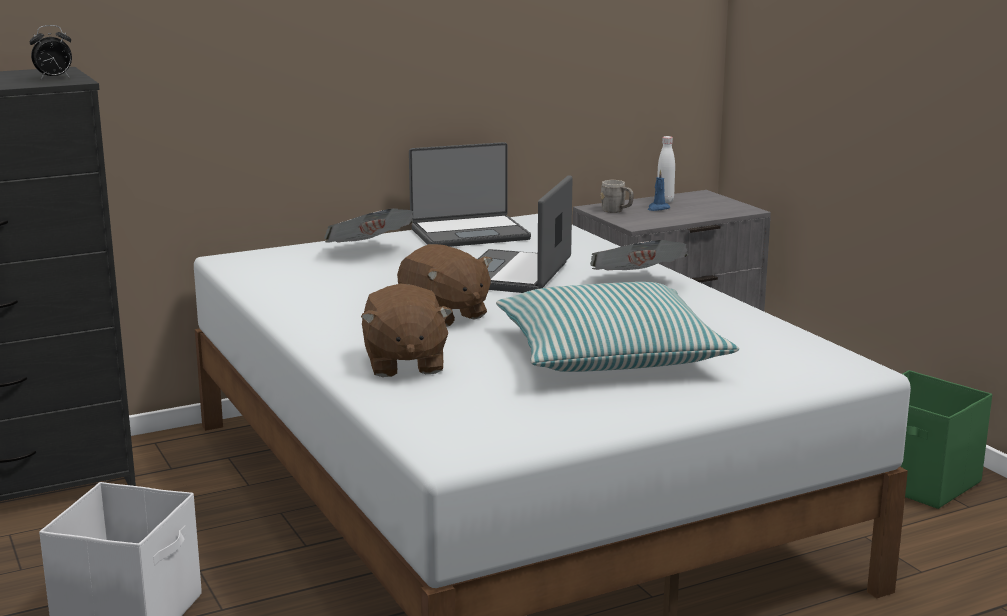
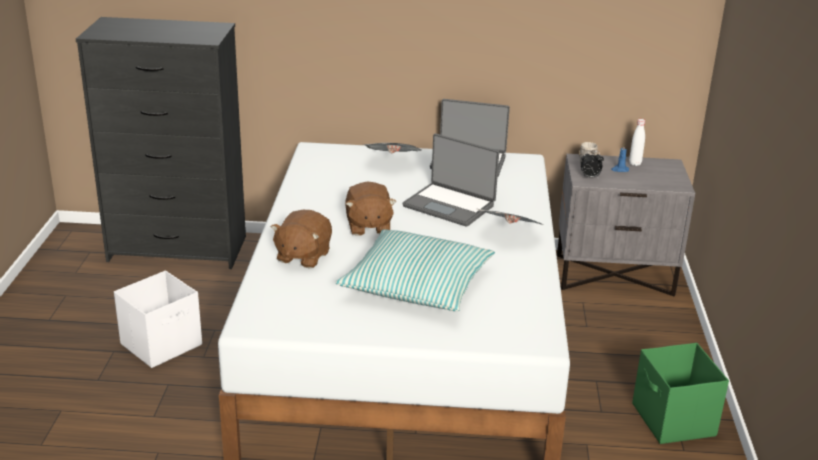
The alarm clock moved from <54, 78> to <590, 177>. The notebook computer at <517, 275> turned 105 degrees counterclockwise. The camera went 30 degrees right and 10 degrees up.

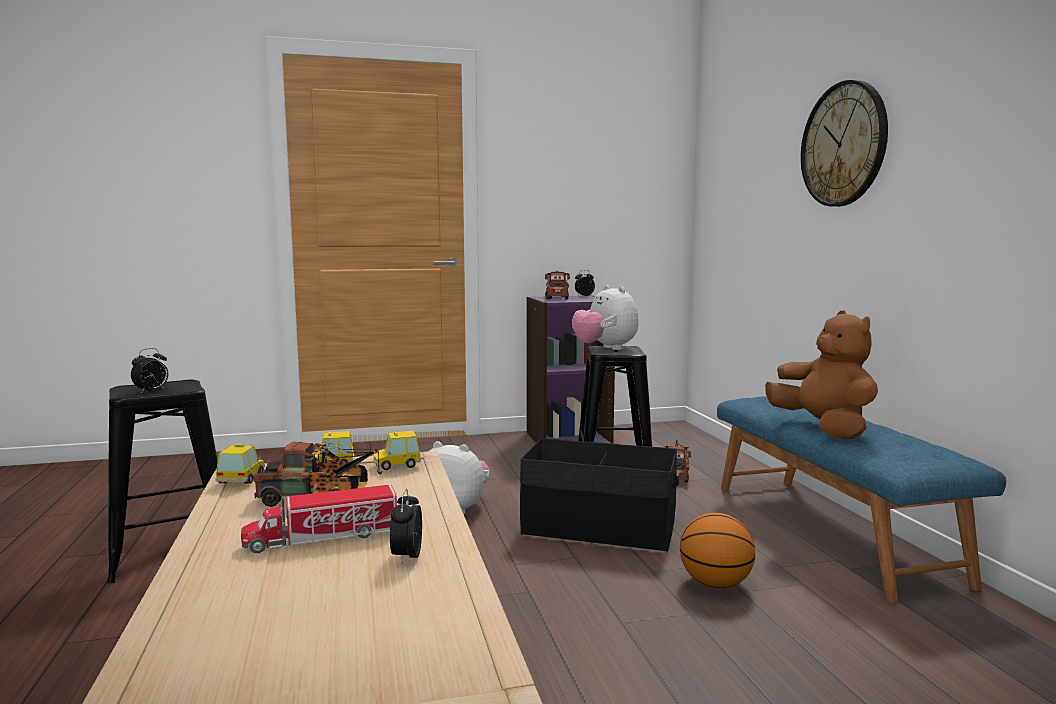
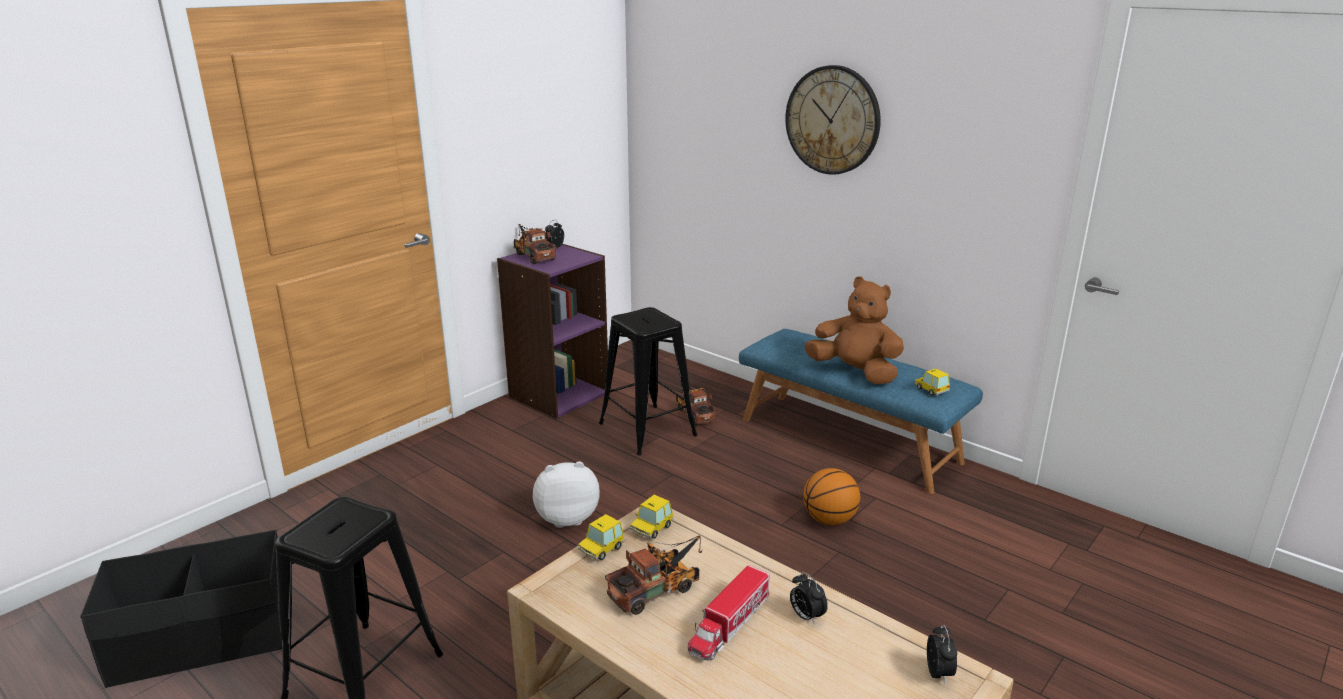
The plush toy at <605, 349> disappeared. The alarm clock moved from <151, 391> to <939, 673>. The blackish storage bin moved from <599, 528> to <204, 640>. The miniature car moved from <241, 478> to <931, 389>. The camera went 35 degrees left and 15 degrees up.

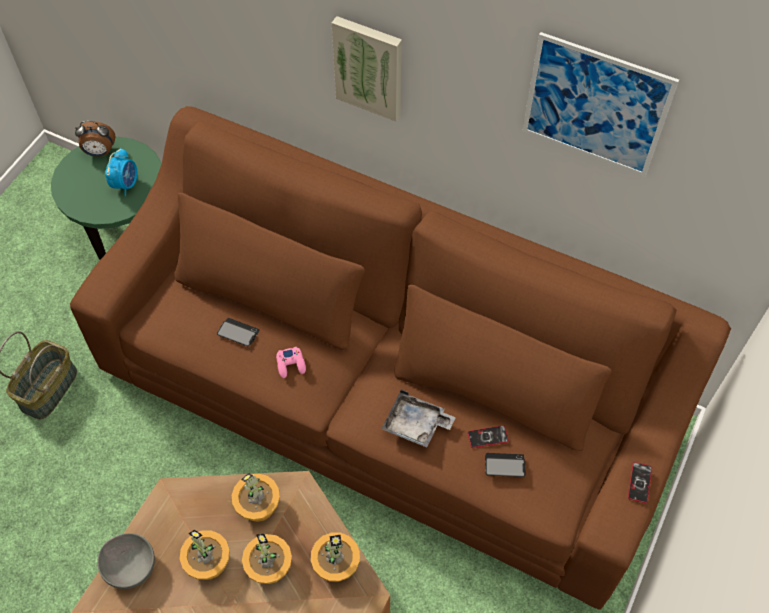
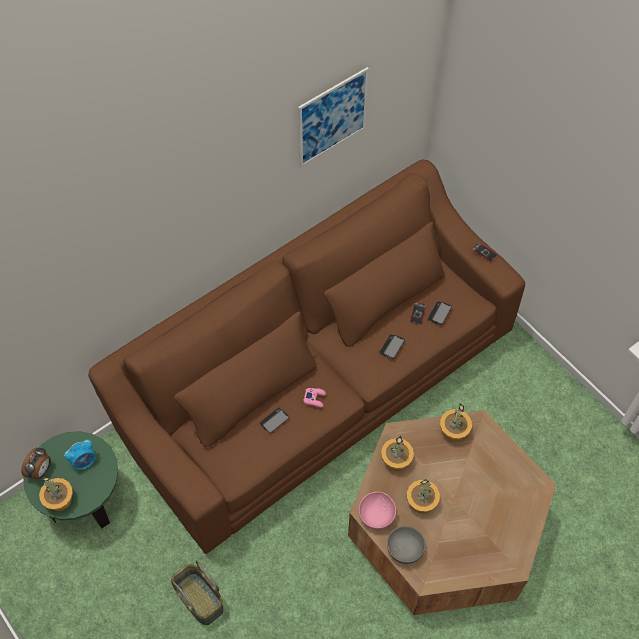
The wall art at <369, 67> disappeared. The alarm clock at <126, 184> turned 105 degrees clockwise. The grey carrying tray at <416, 424> was replaced by the telephone at <392, 347>. The houseplant moved from <268, 567> to <59, 500>. The pink-coloured bowl at <377, 515> appeared. The camera went 65 degrees left and 0 degrees up.

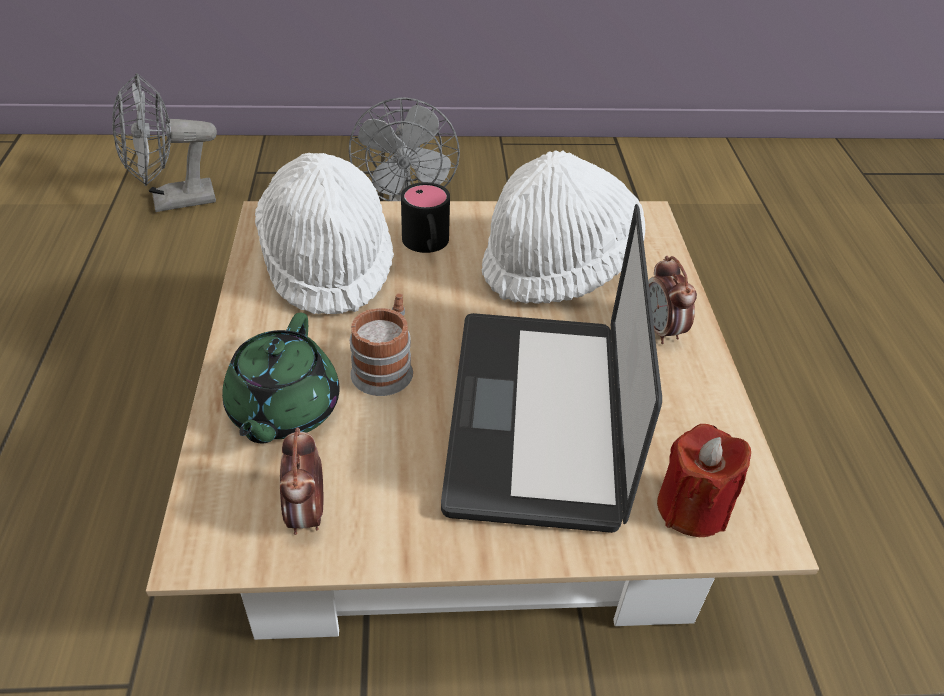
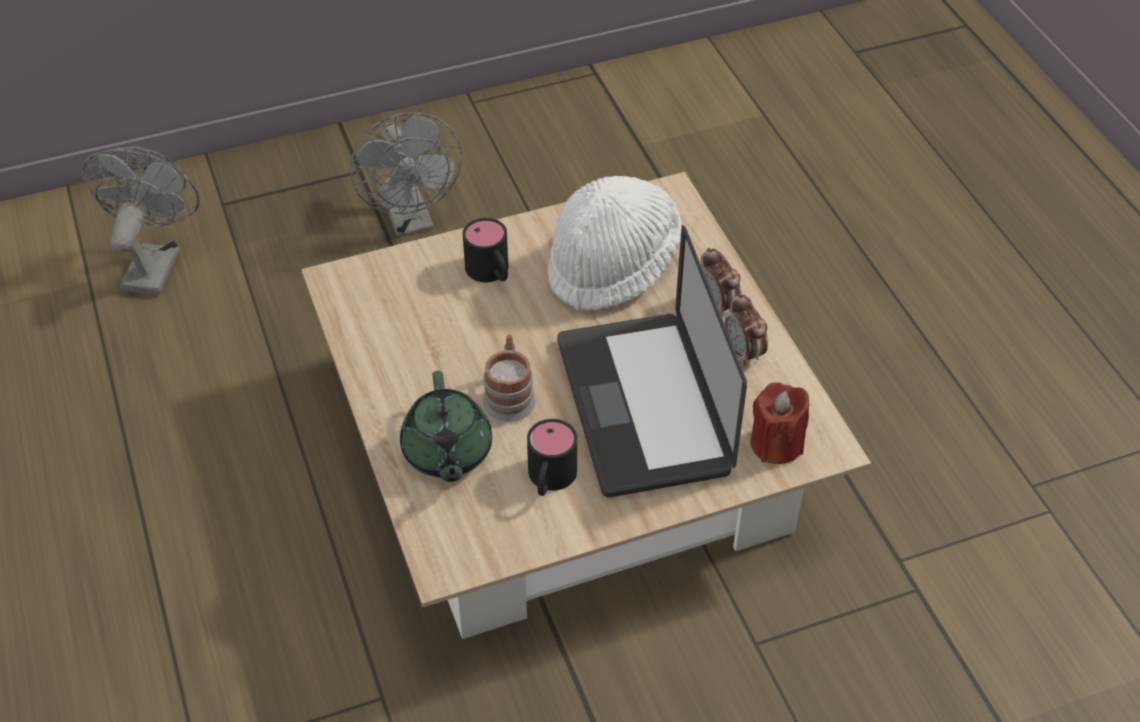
The grey electric fan at <173, 201> turned 135 degrees clockwise. The white-coloured wearable hat at <327, 264> disappeared. The alarm clock moved from <307, 514> to <743, 353>. The blackish tea mug at <549, 480> appeared. The camera went 15 degrees left and 5 degrees up.

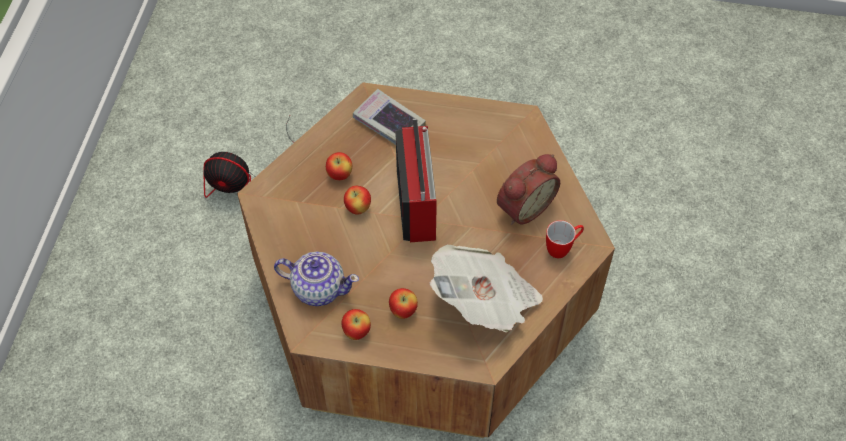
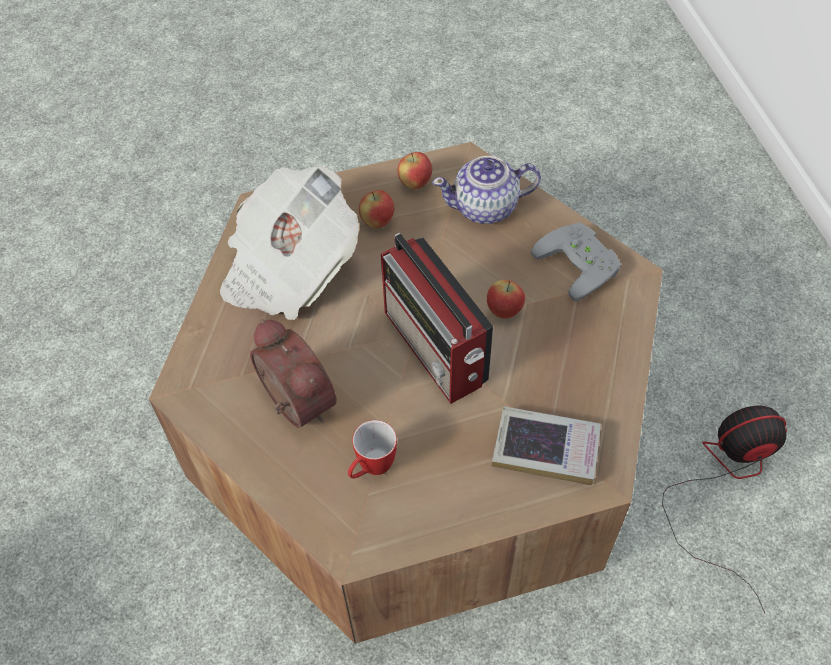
The apple fruit at <340, 175> disappeared. The alarm clock at <523, 206> turned 120 degrees clockwise. The tea mug moved from <562, 248> to <371, 469>. The grey joypad at <581, 262> appeared. The camera went 155 degrees right and 0 degrees up.

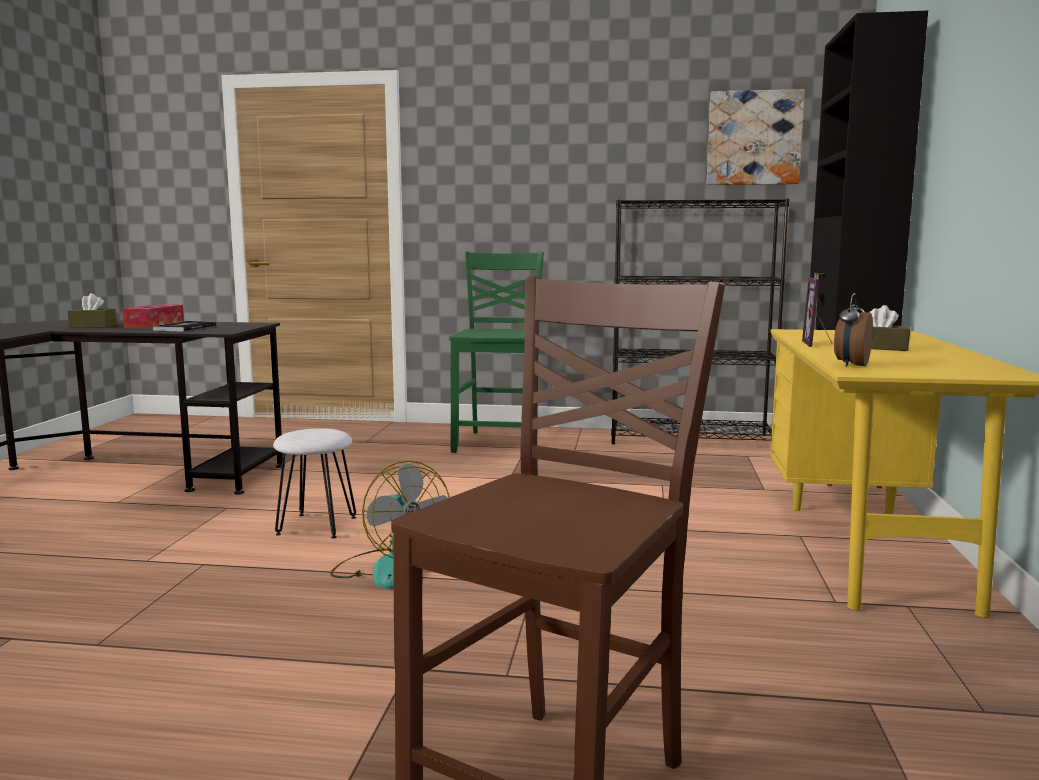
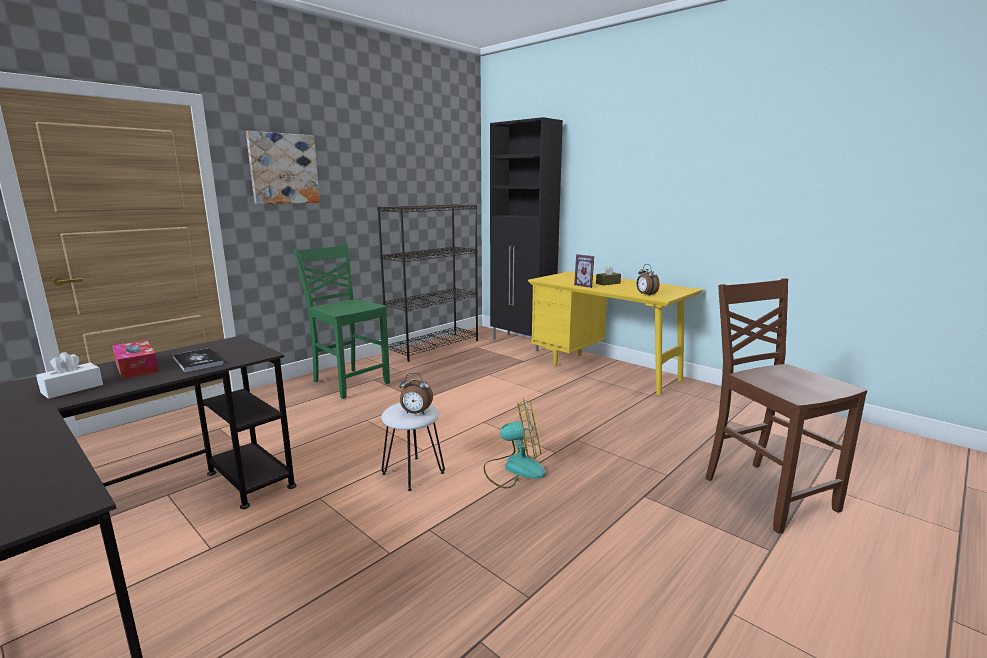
The wall art moved from <754, 138> to <283, 168>. The brownish tissue holder at <93, 326> became the white-coloured tissue holder at <72, 389>. The alarm clock at <415, 413> appeared. The camera went 55 degrees left and 5 degrees up.

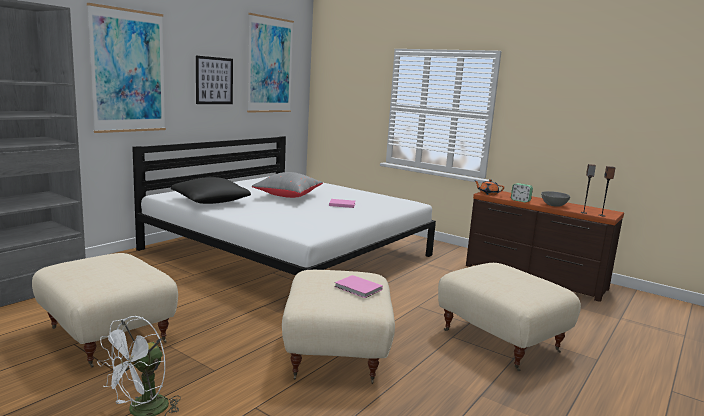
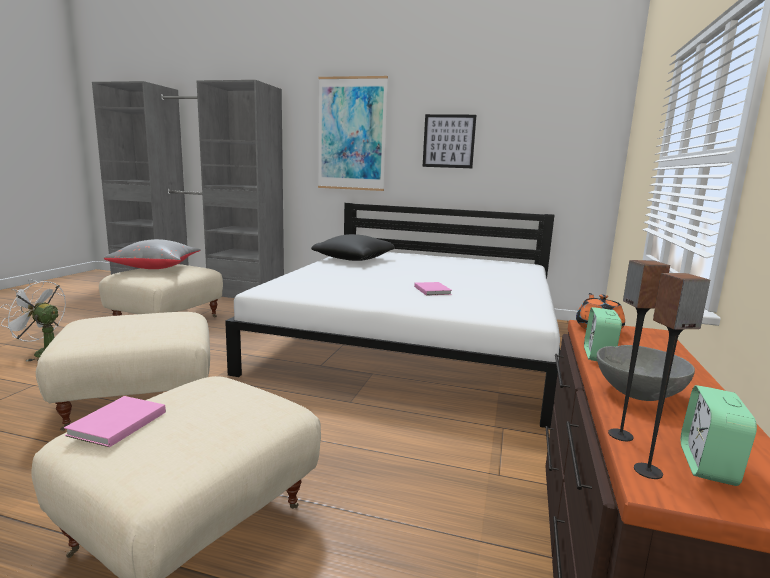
The wall art at <270, 65> disappeared. The grey cushion moved from <287, 196> to <157, 267>. The pink-coloured volume moved from <358, 289> to <115, 424>. The alarm clock at <708, 465> appeared. The camera went 70 degrees right and 0 degrees up.

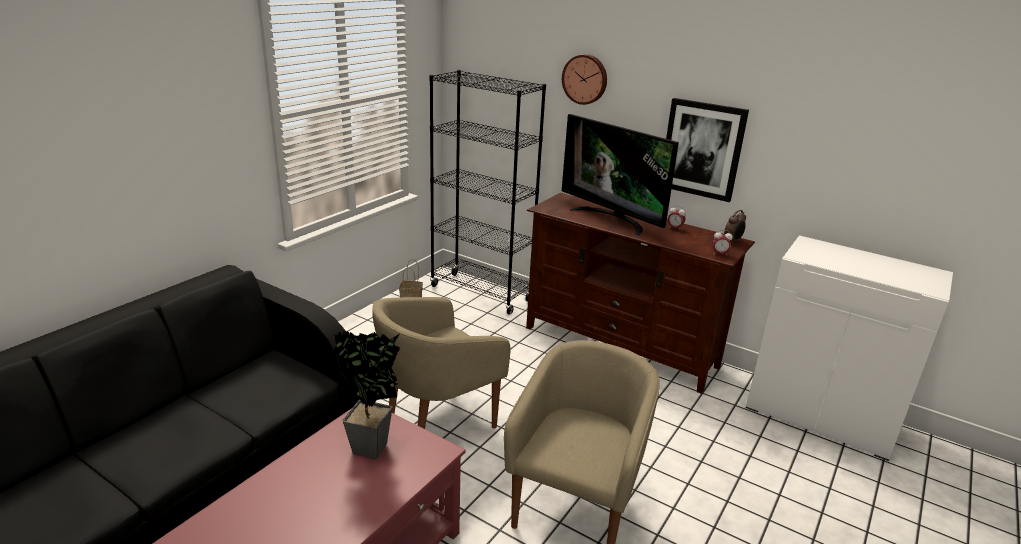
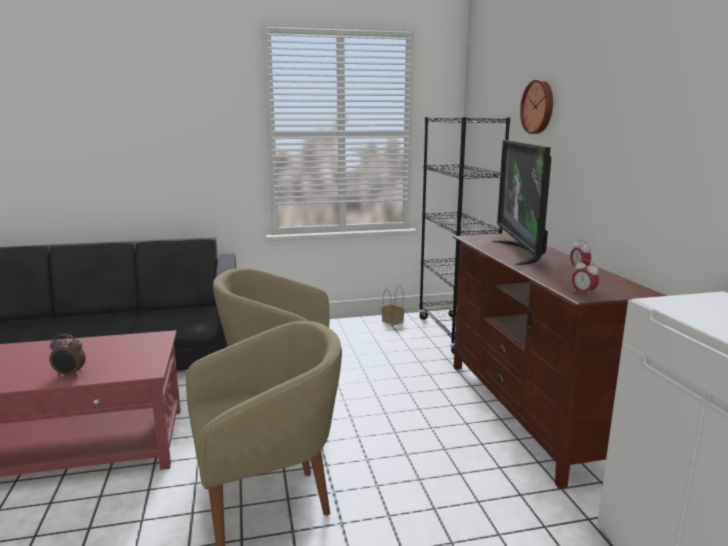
The wall art at <702, 149> disappeared. The alarm clock moved from <733, 241> to <70, 374>. The houseplant at <373, 451> disappeared. The camera went 45 degrees right and 10 degrees down.

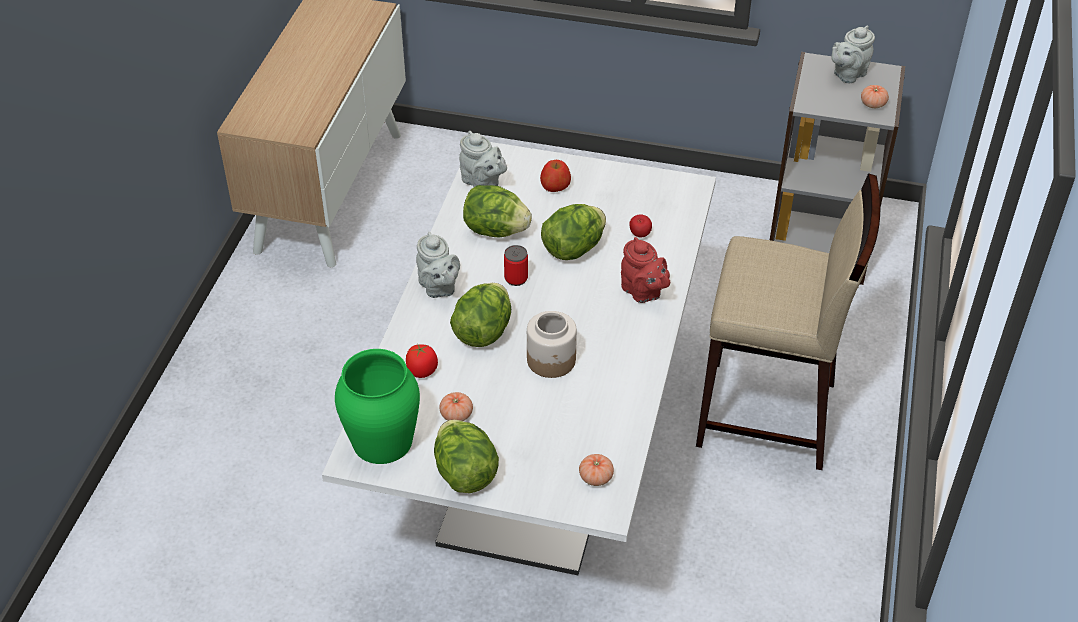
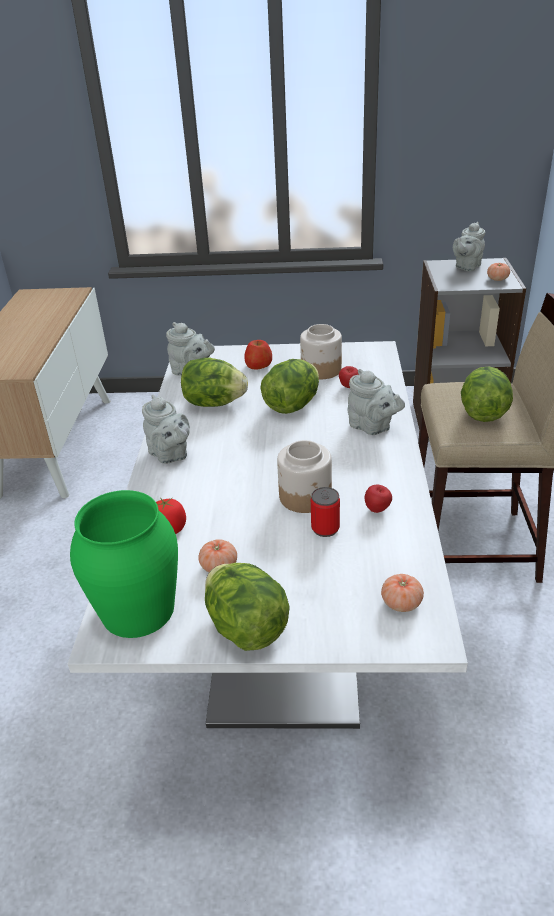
The red-coloured tea pot at <643, 293> became the grey tea pot at <372, 427>. The metal can moved from <516, 278> to <325, 528>. The lettuce moved from <483, 332> to <483, 413>. The preserve jar at <321, 370> appeared. The apple fruit at <377, 510> appeared. The camera went 10 degrees left and 10 degrees down.

